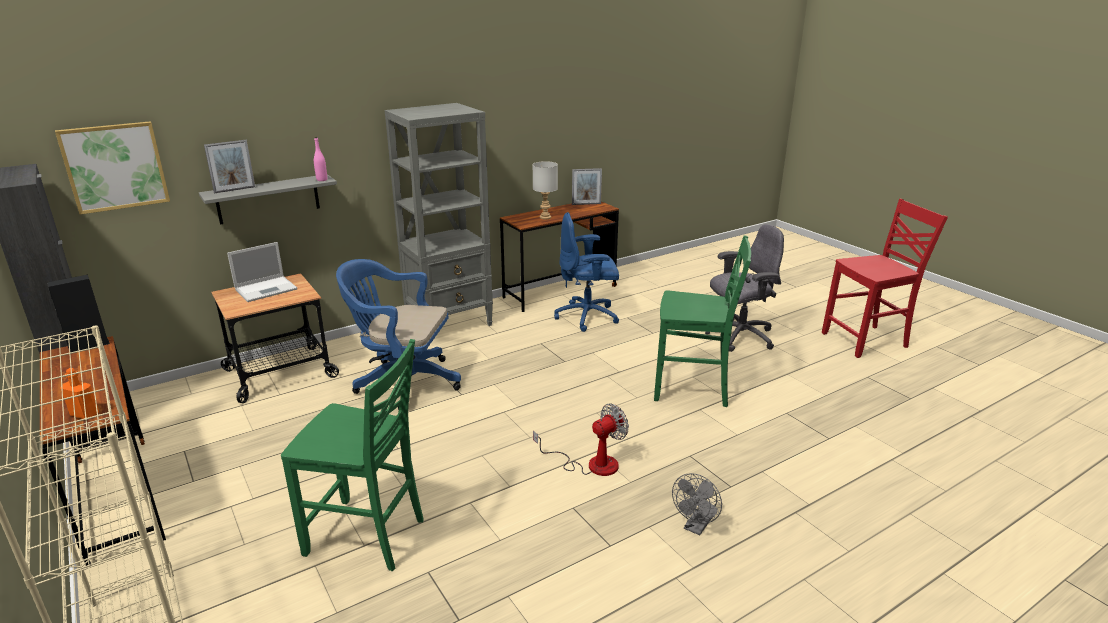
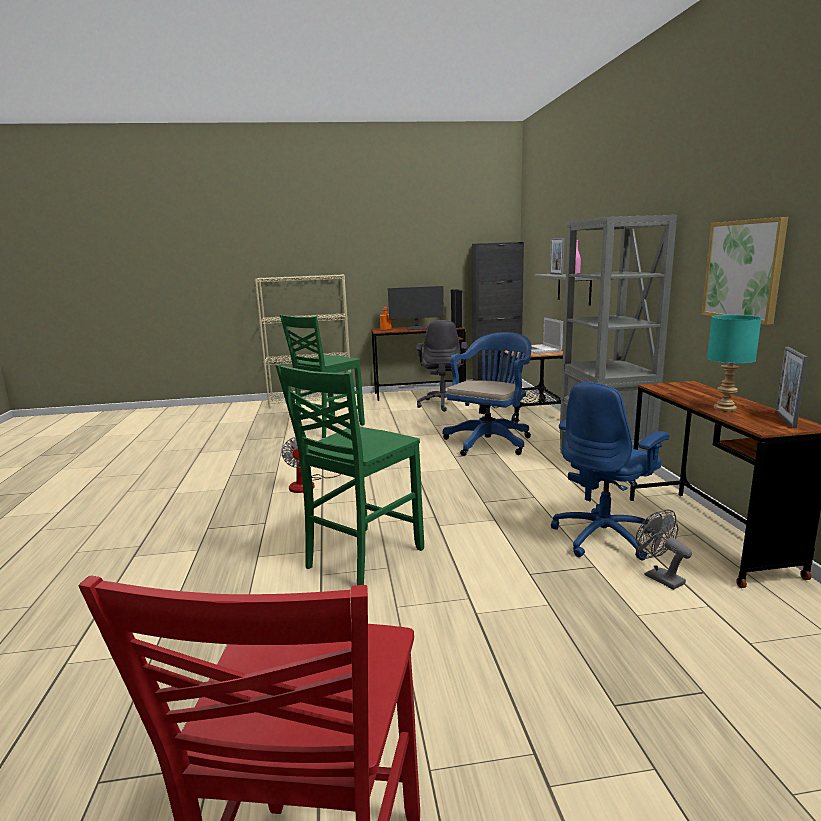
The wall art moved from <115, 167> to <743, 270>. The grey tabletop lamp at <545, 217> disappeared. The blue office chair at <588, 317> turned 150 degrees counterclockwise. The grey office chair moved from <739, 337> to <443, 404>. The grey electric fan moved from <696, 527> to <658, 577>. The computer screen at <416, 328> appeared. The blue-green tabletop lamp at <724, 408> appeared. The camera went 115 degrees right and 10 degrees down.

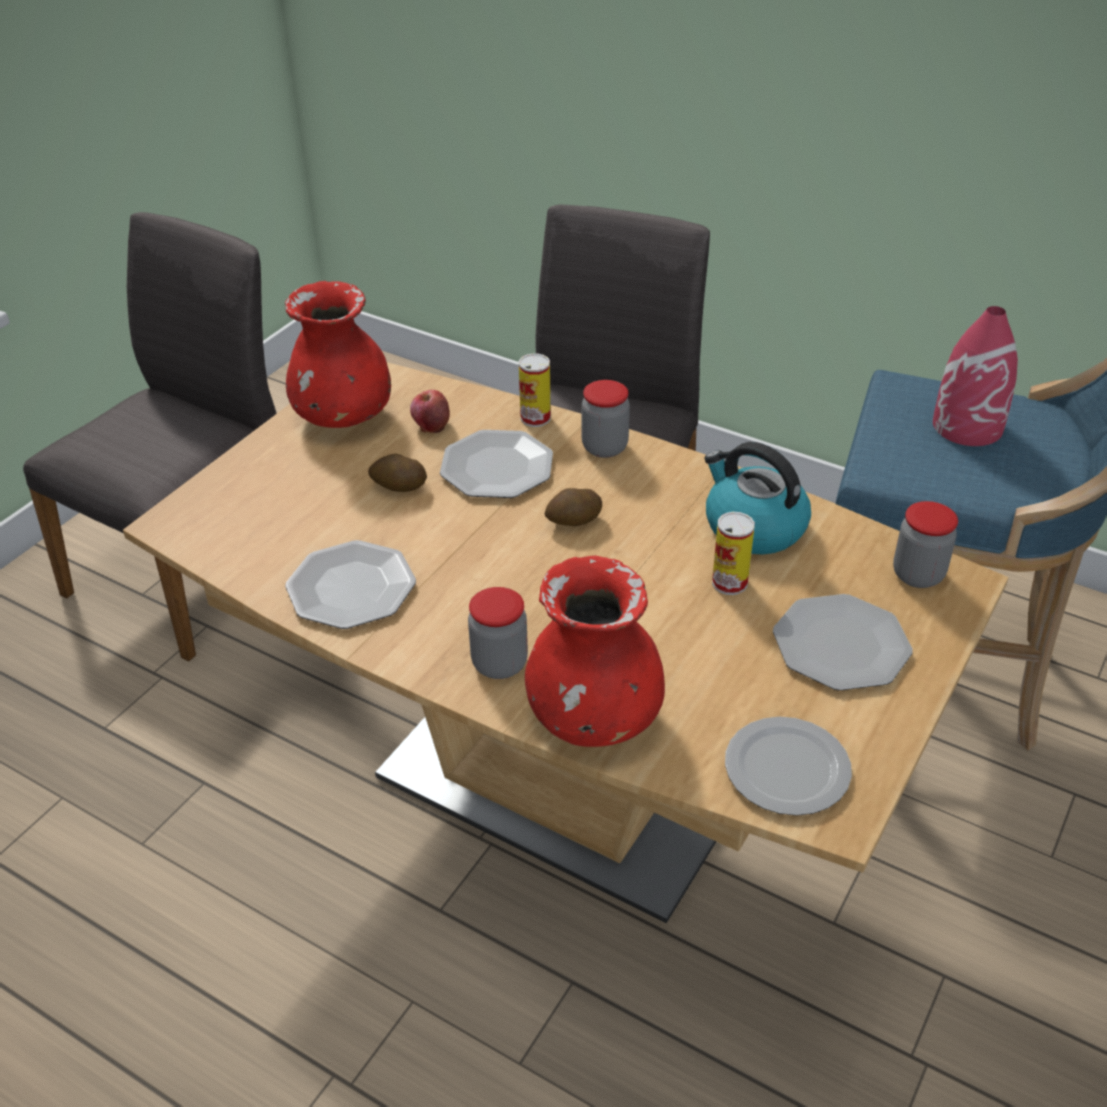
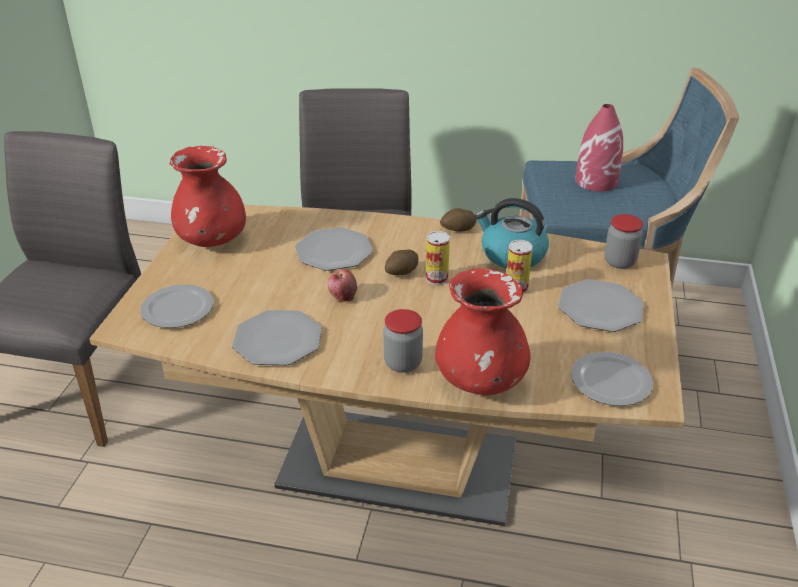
The metal can moved from <535, 418> to <437, 278>. The preserve jar at <604, 447> disappeared. The apple fruit moved from <431, 425> to <342, 296>. The spud moved from <398, 487> to <457, 230>. The flat dish at <179, 309> appeared. The camera went 20 degrees left and 5 degrees down.

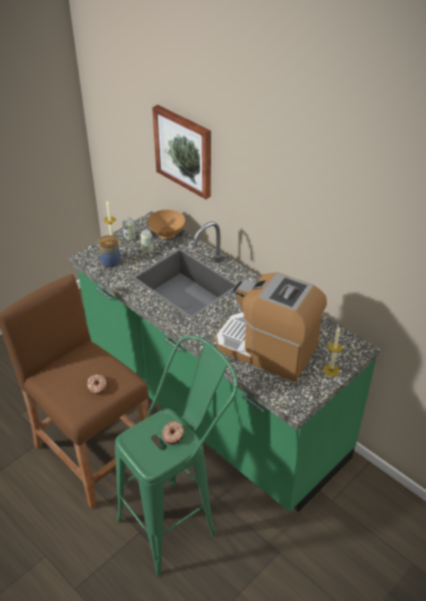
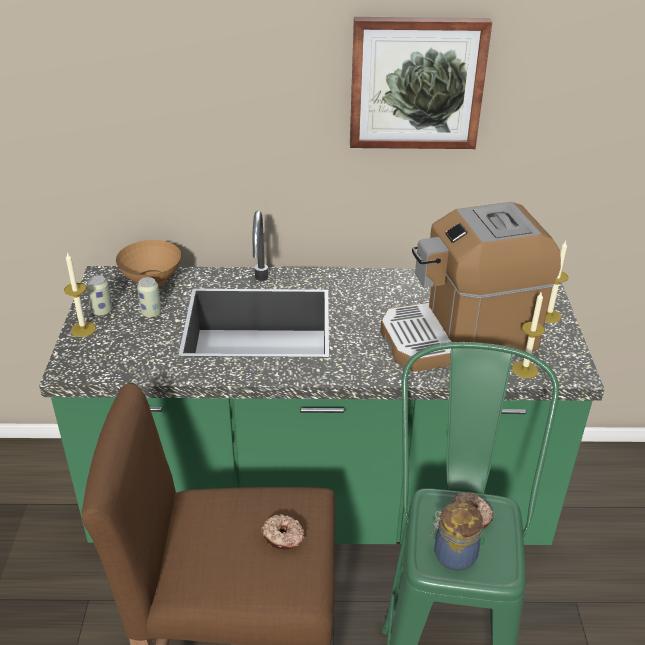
The wall art moved from <184, 151> to <416, 83>. The preserve jar moved from <110, 261> to <453, 554>. The wax candle at <524, 369> appeared. The camera went 45 degrees left and 5 degrees down.

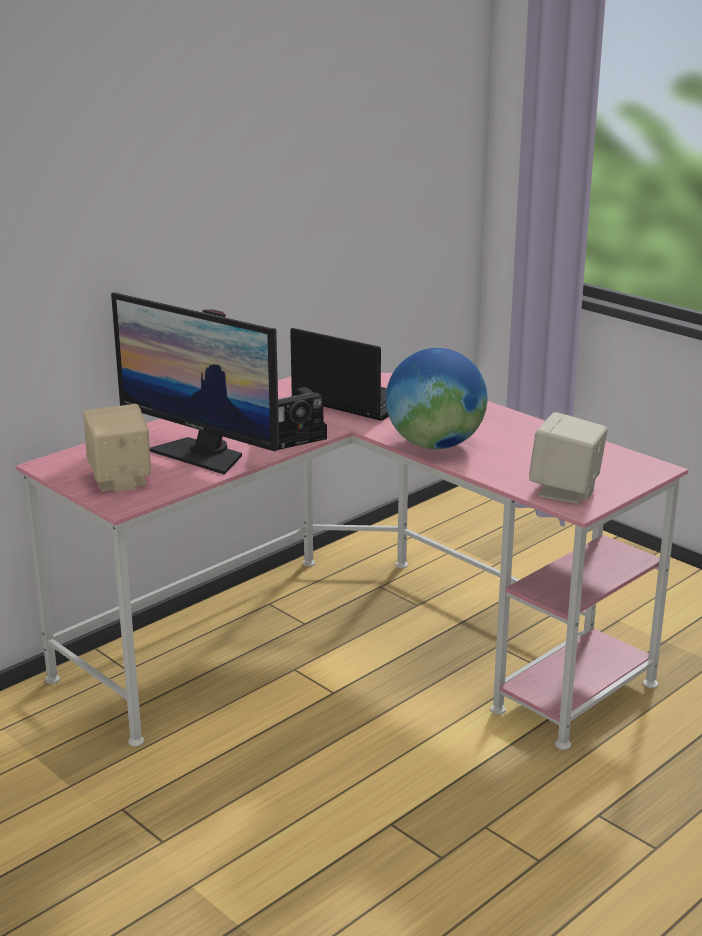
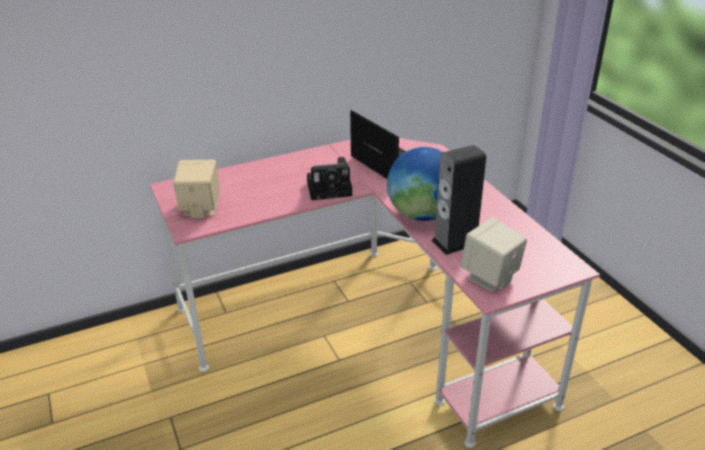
The computer screen at <202, 454> disappeared. The audio speaker at <455, 242> appeared. The camera went 20 degrees right and 10 degrees up.

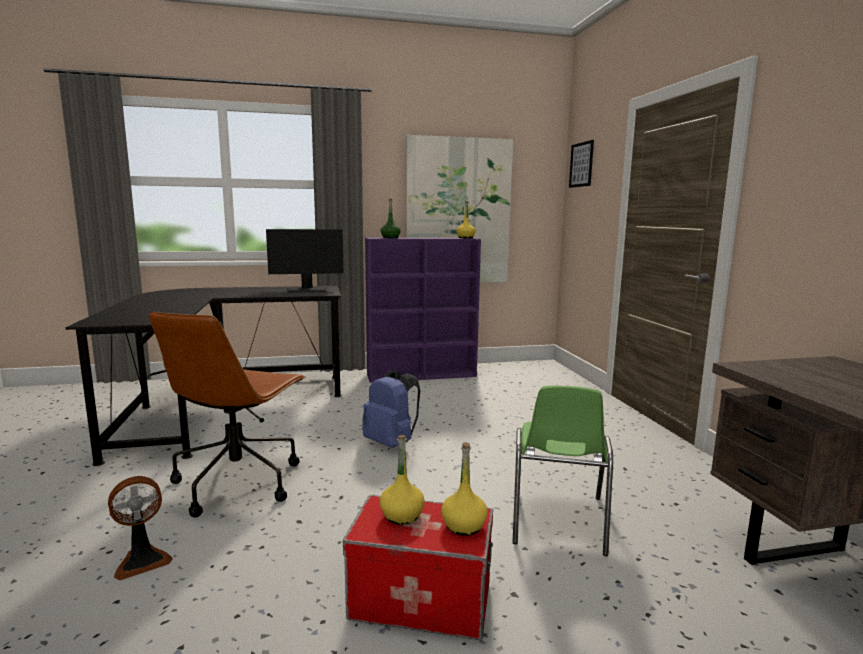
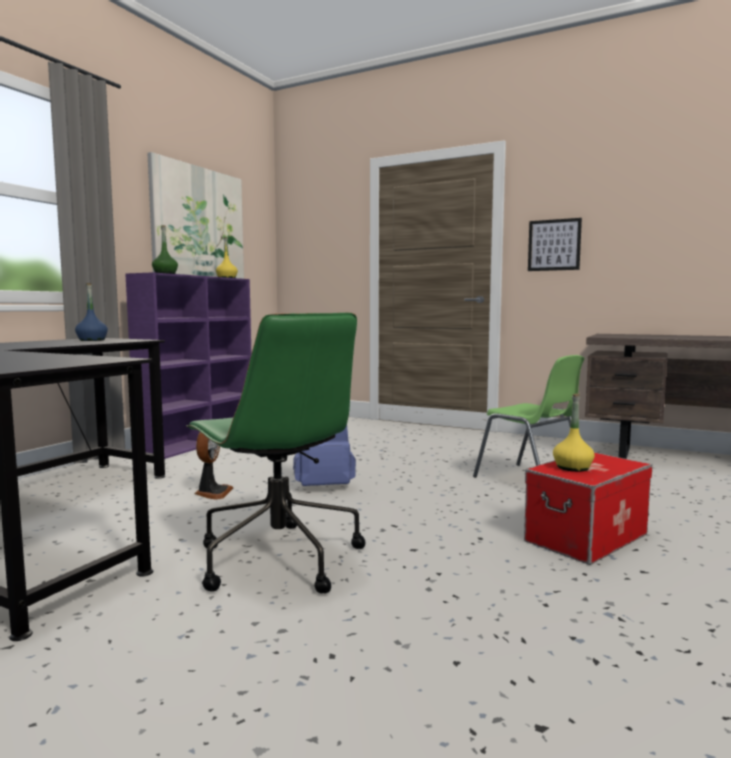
The wall art moved from <581, 164> to <554, 245>. The computer screen at <307, 290> was replaced by the blue drink bottle at <92, 340>. The brownish office chair at <238, 481> became the green office chair at <277, 558>. The yellow-coloured drink bottle at <464, 526> disappeared. The electric fan moved from <142, 560> to <212, 493>. The camera went 50 degrees left and 5 degrees down.

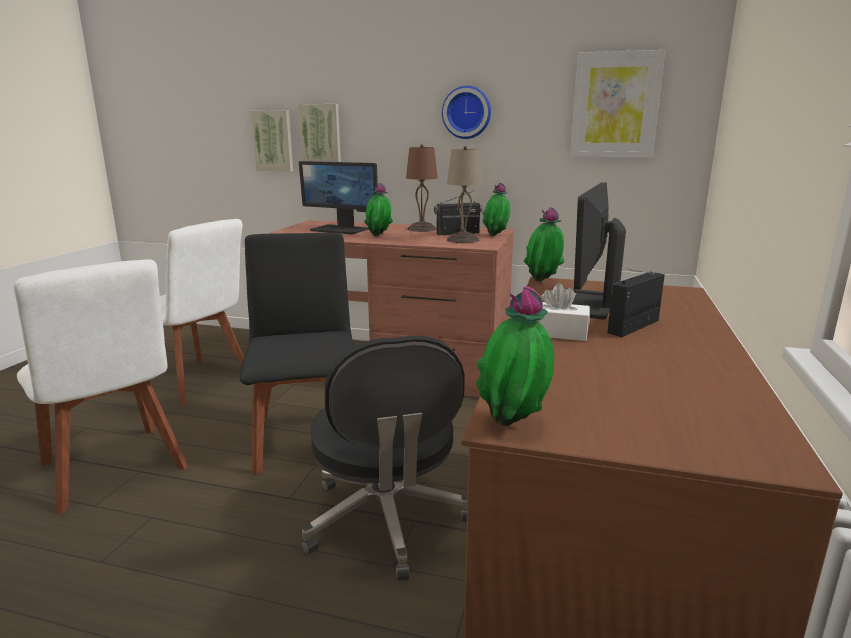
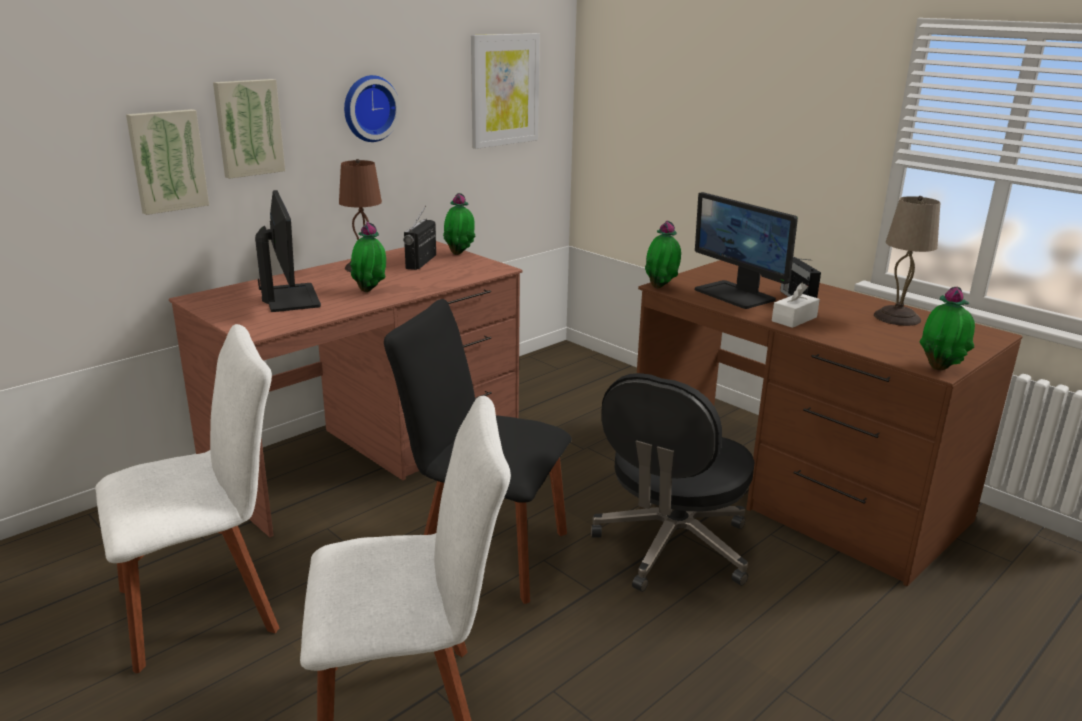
The wall art moved from <273, 141> to <248, 127>. The sand-coloured tabletop lamp moved from <462, 240> to <898, 318>. The computer screen at <340, 230> turned 75 degrees counterclockwise. The blackish office chair at <385, 521> turned 105 degrees clockwise. The camera went 60 degrees left and 5 degrees up.

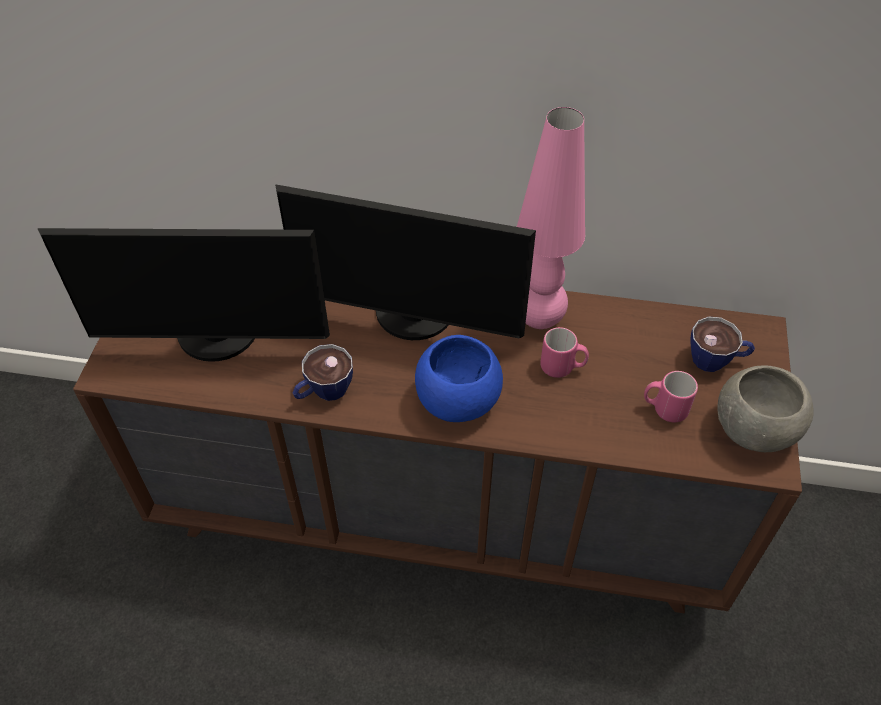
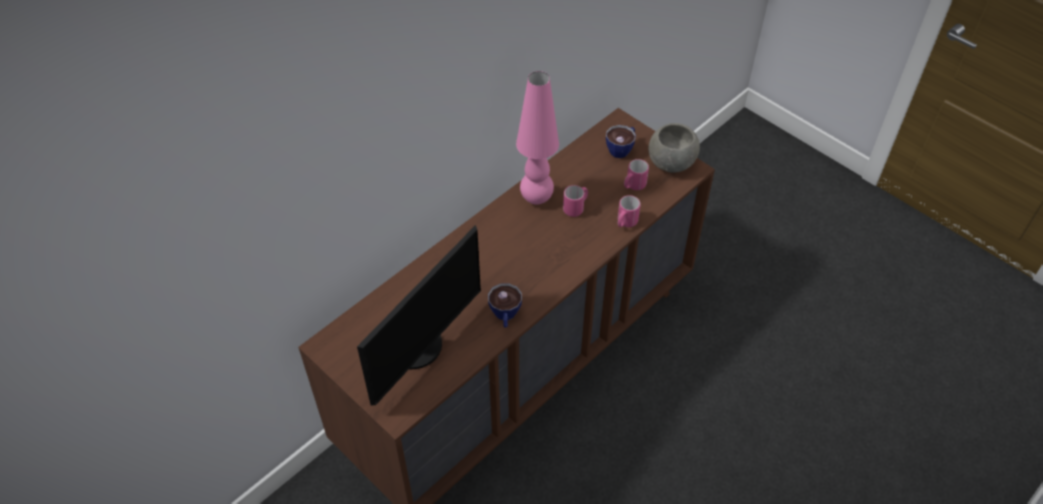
The computer screen at <413, 317> disappeared. The blue bowl at <457, 400> disappeared. The pink-coloured tea mug at <625, 223> appeared. The camera went 55 degrees left and 0 degrees up.

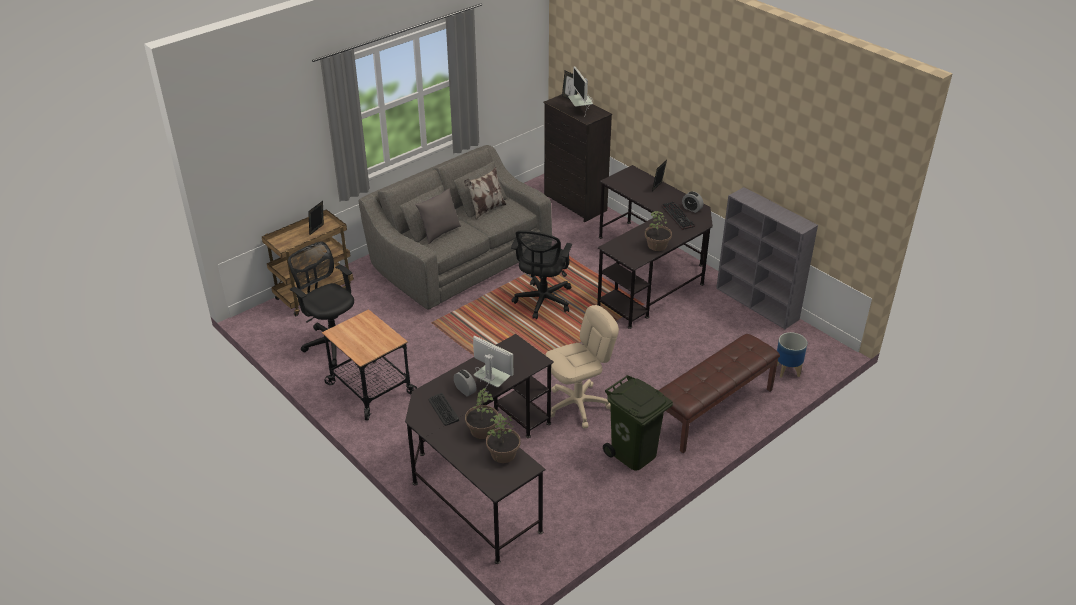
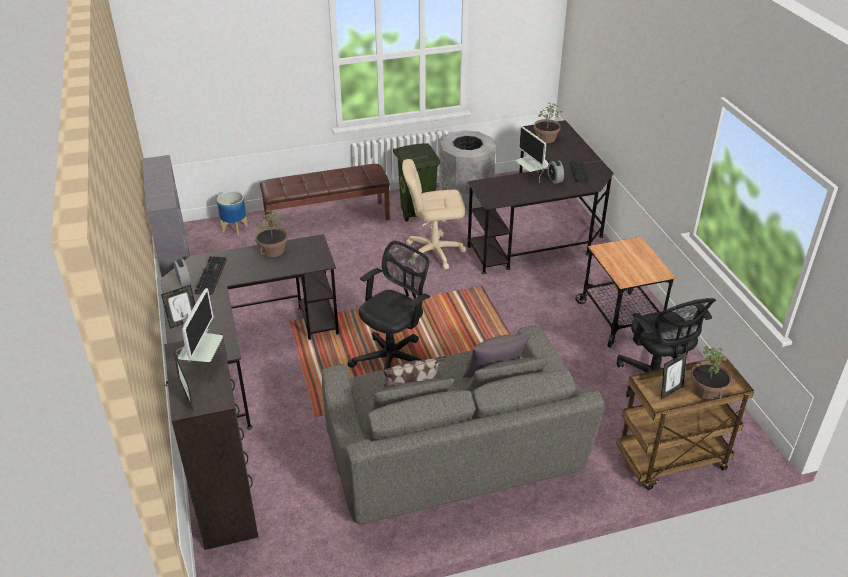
The houseplant moved from <482, 430> to <707, 391>. The grey waste bin at <466, 199> appeared. The camera went 155 degrees left and 0 degrees up.

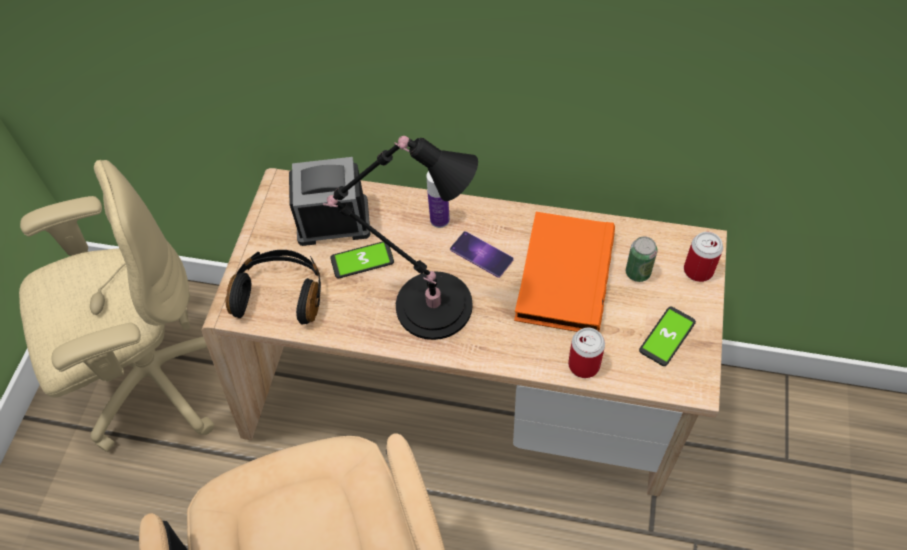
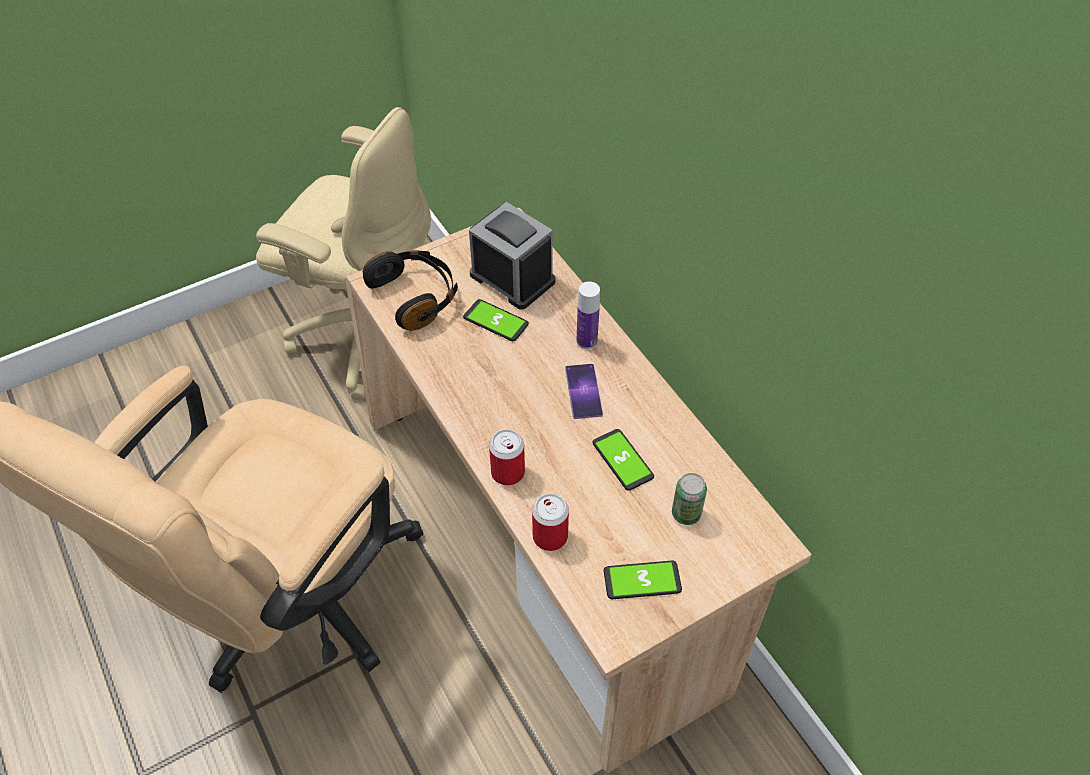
The blackish tabletop lamp at <427, 304> disappeared. The orange volume at <561, 275> was replaced by the telephone at <622, 460>. The metal can moved from <698, 270> to <508, 472>. The camera went 45 degrees right and 5 degrees down.

